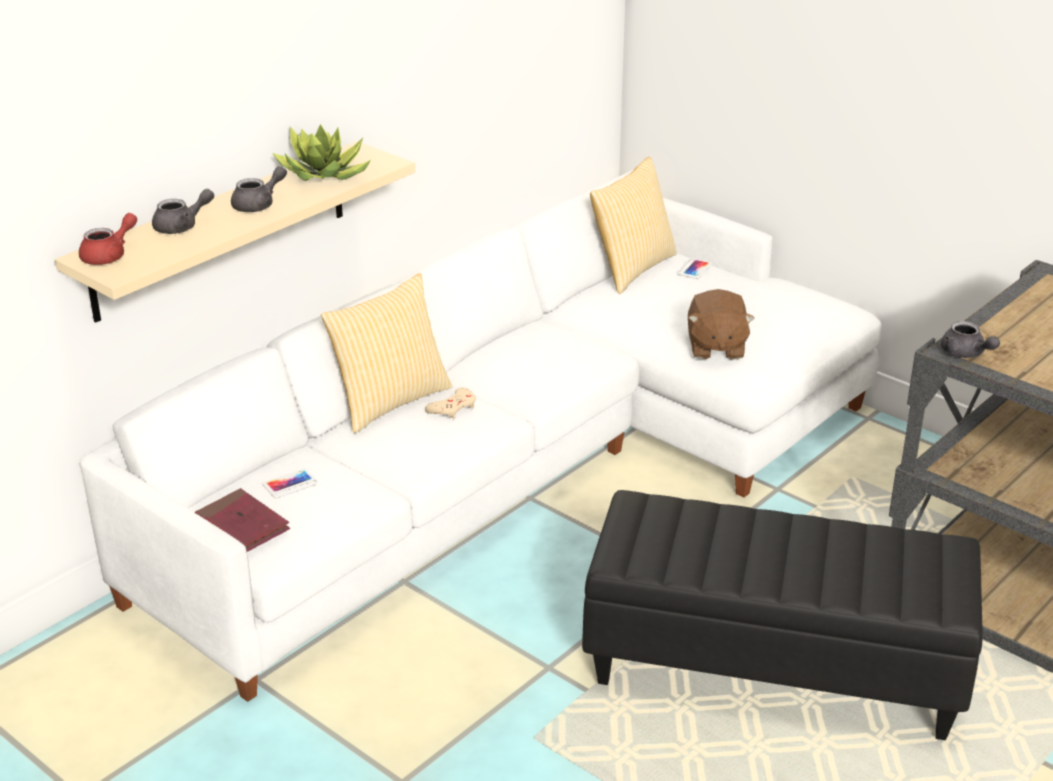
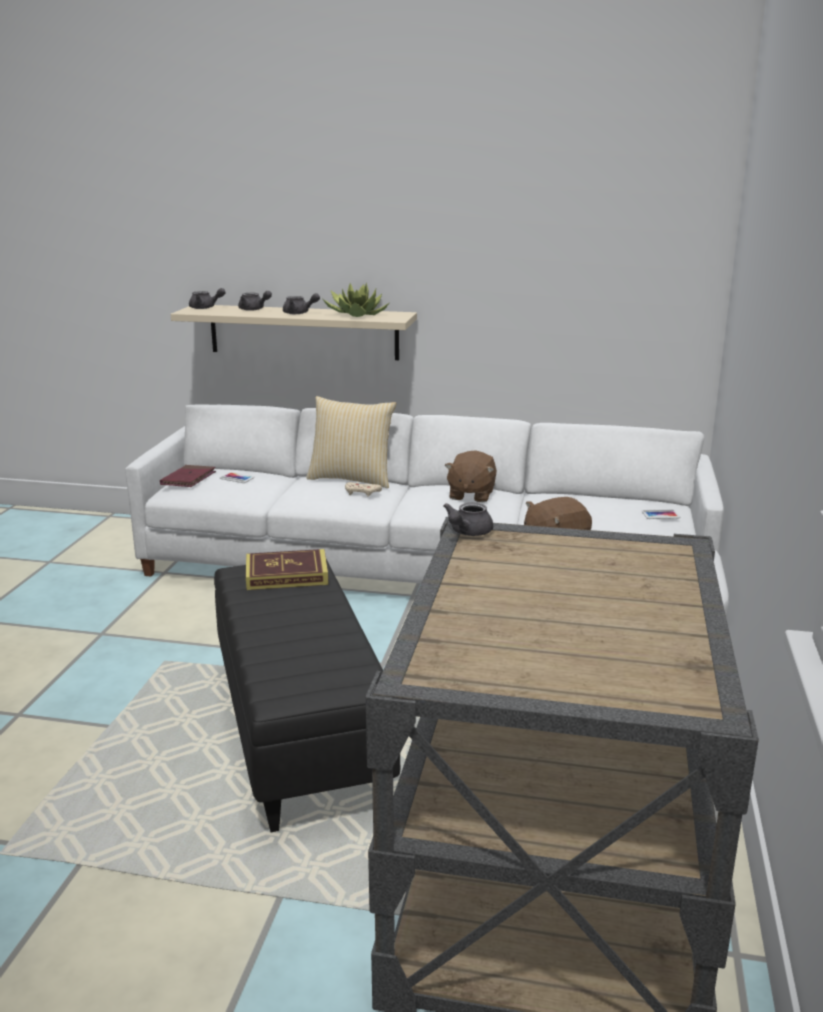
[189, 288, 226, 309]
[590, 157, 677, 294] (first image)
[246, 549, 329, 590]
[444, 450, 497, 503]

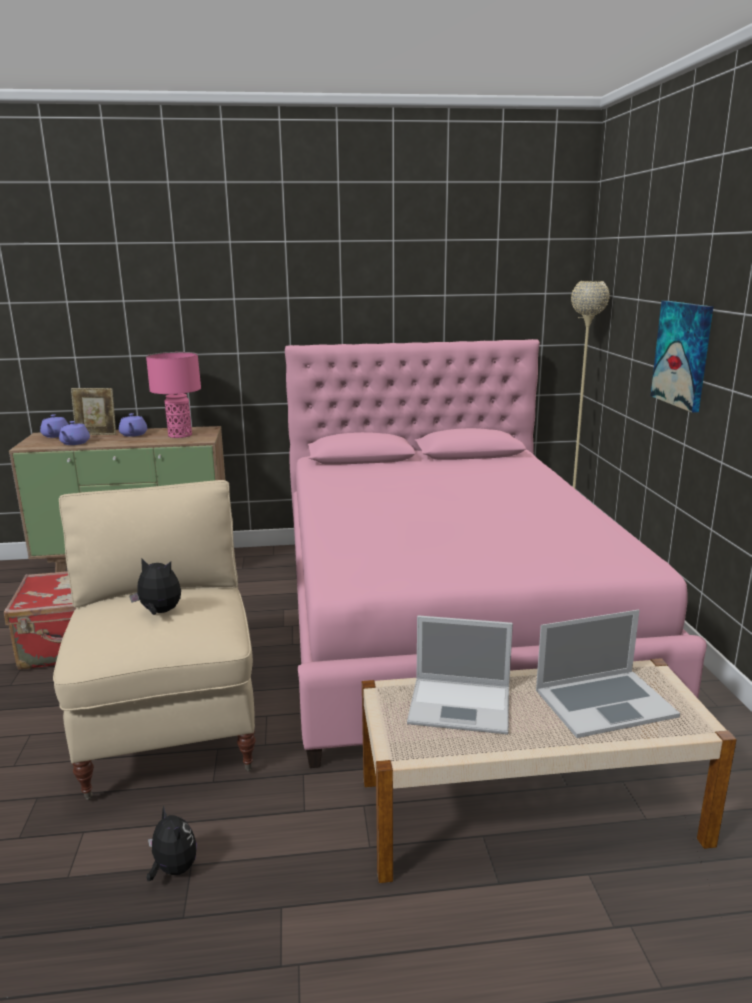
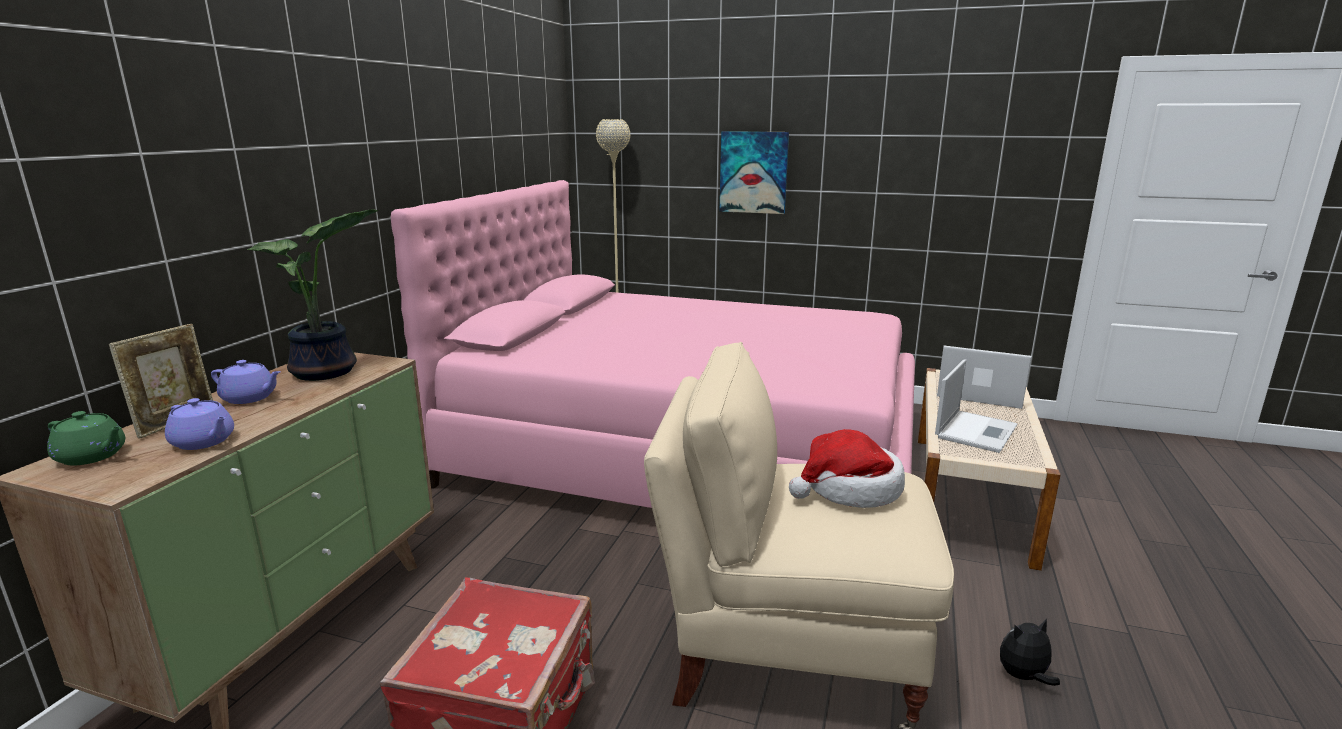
[47, 411, 125, 466]
[789, 429, 905, 508]
[247, 209, 379, 381]
[937, 346, 1031, 409]

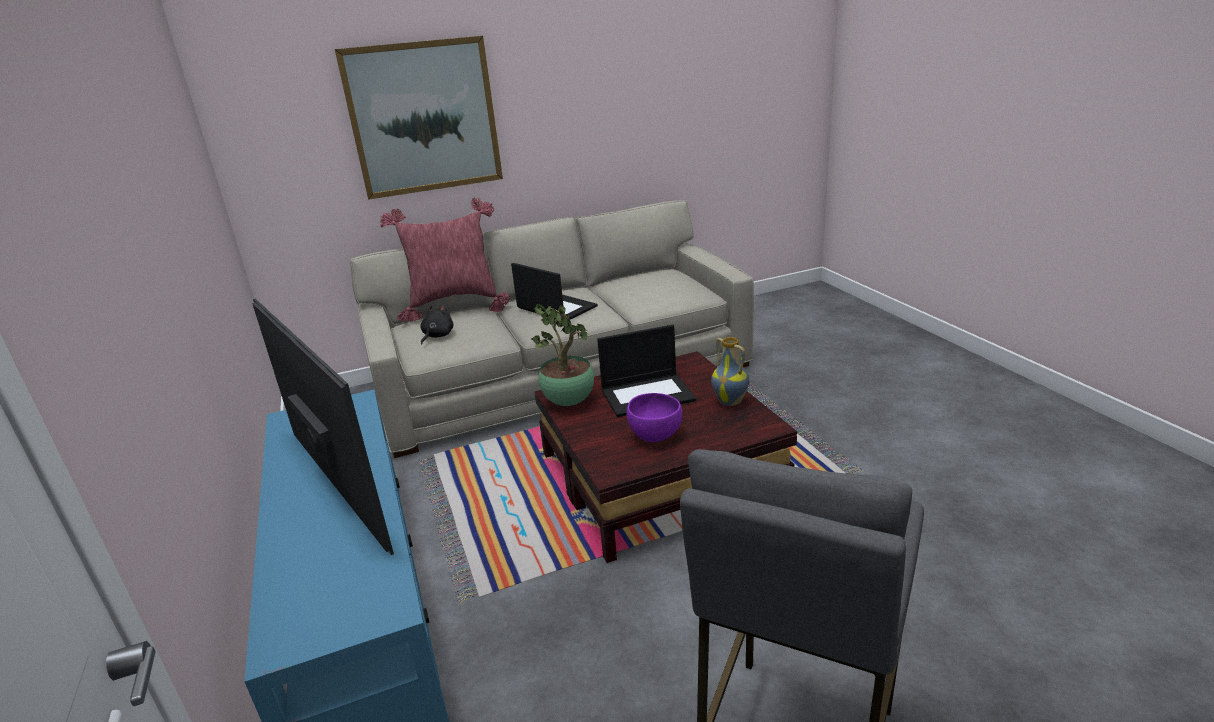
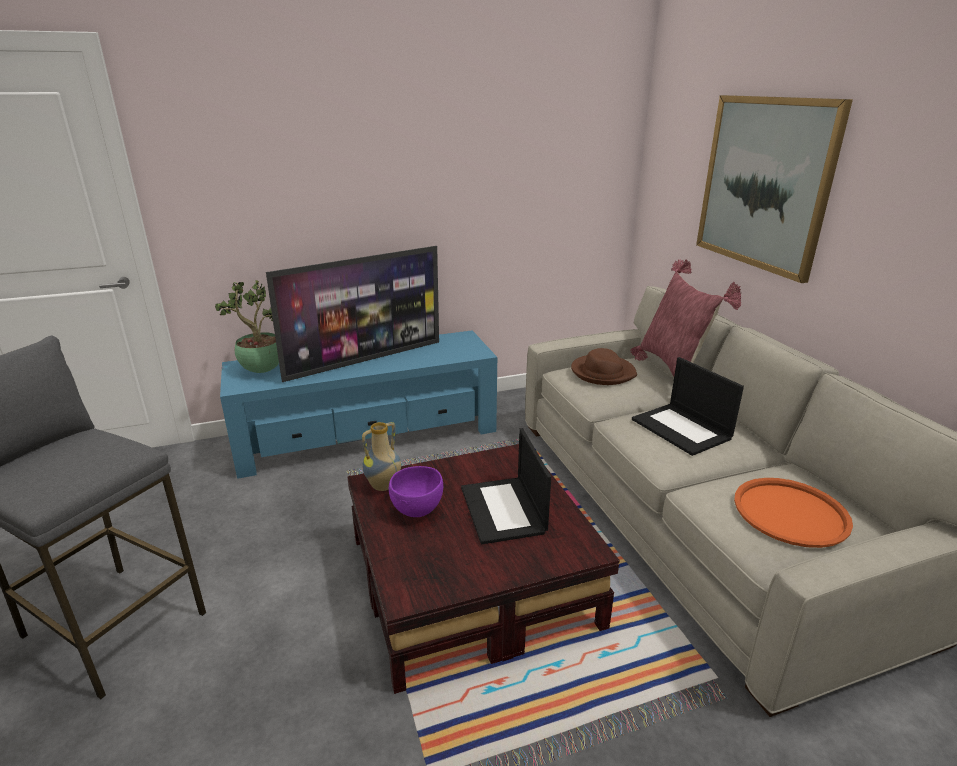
[571, 348, 637, 385]
[632, 357, 744, 456]
[215, 280, 279, 373]
[362, 422, 401, 491]
[734, 478, 853, 548]

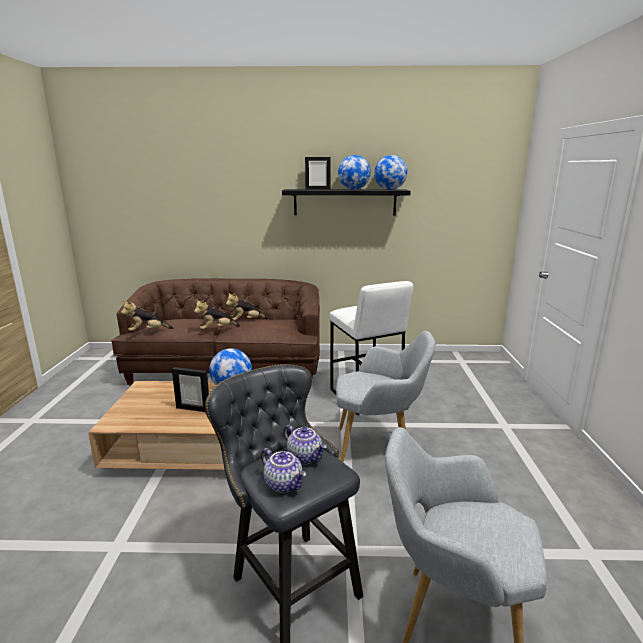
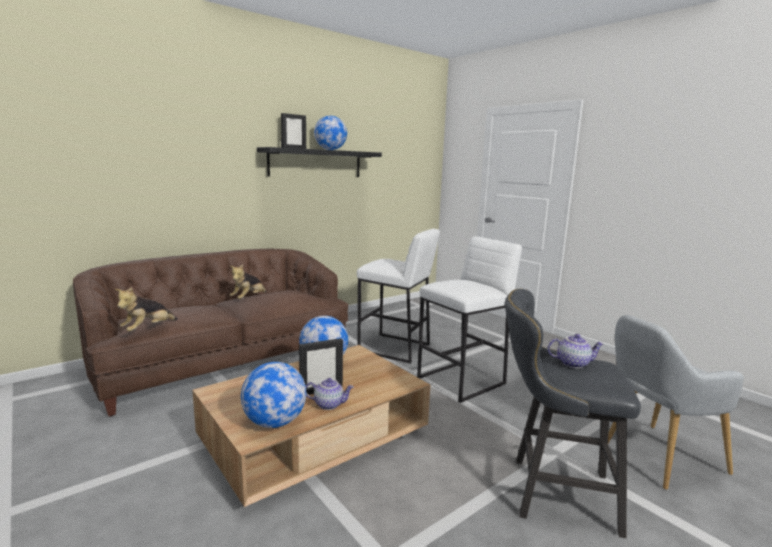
[194, 300, 240, 329] (first image)
[306, 378, 354, 410]
[417, 236, 522, 403]
[241, 362, 306, 428]

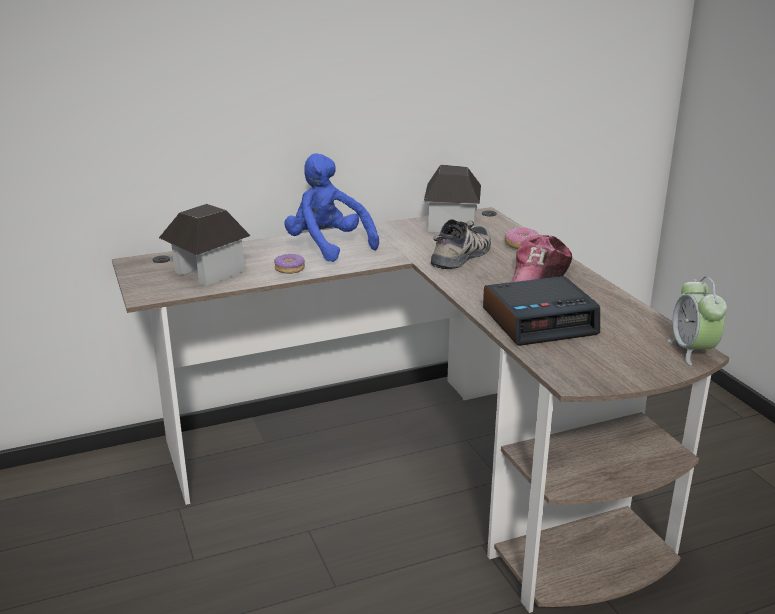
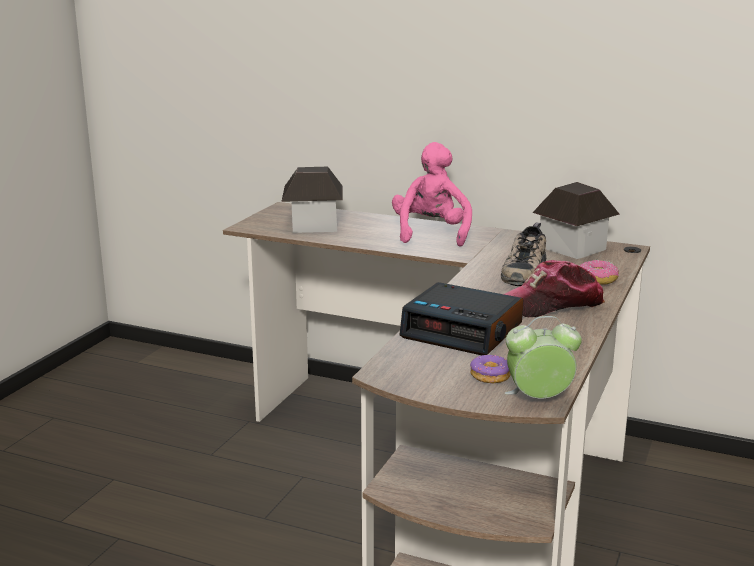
[470, 355, 511, 383]
[392, 142, 472, 247]
[501, 223, 546, 286]
[505, 316, 582, 399]

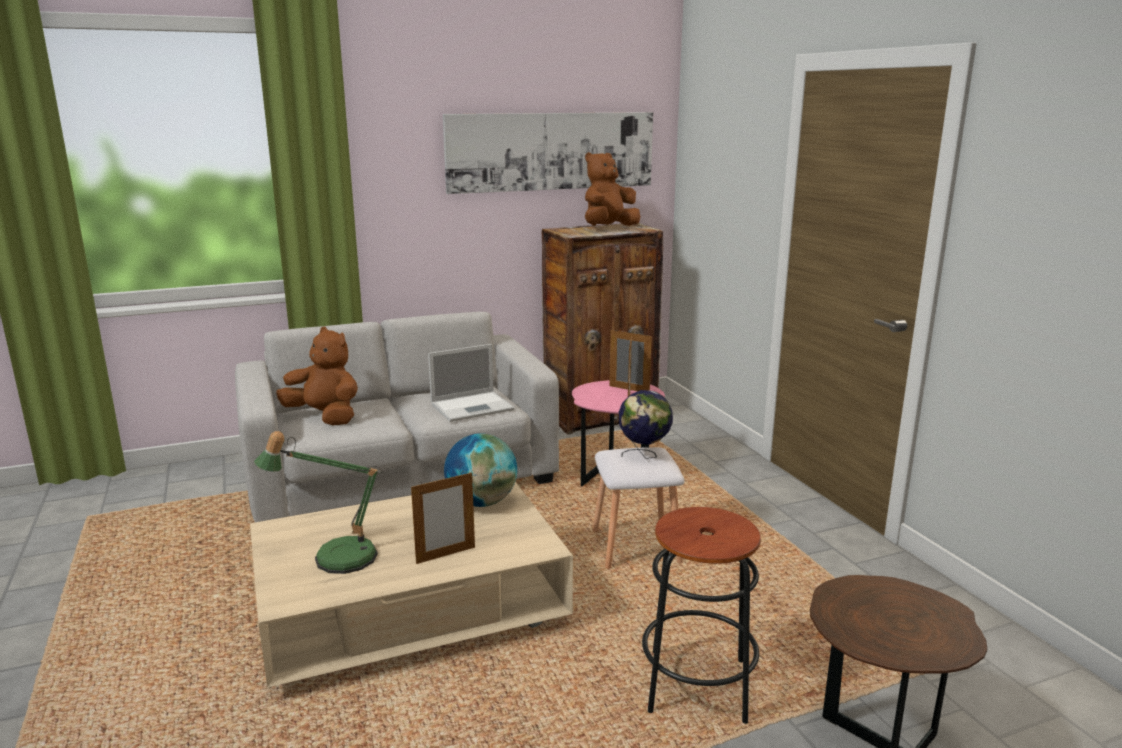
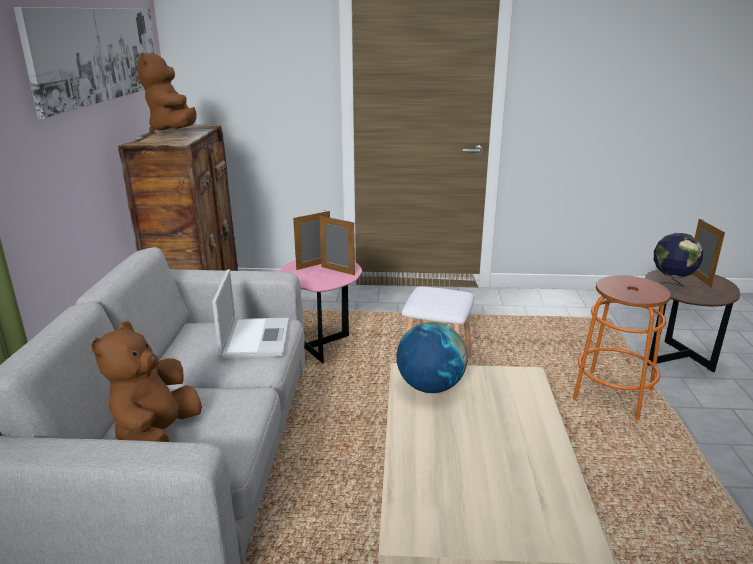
[254, 431, 382, 574] (first image)
[92, 321, 202, 442]
[692, 219, 725, 287]
[654, 233, 703, 295]
[573, 275, 671, 420]

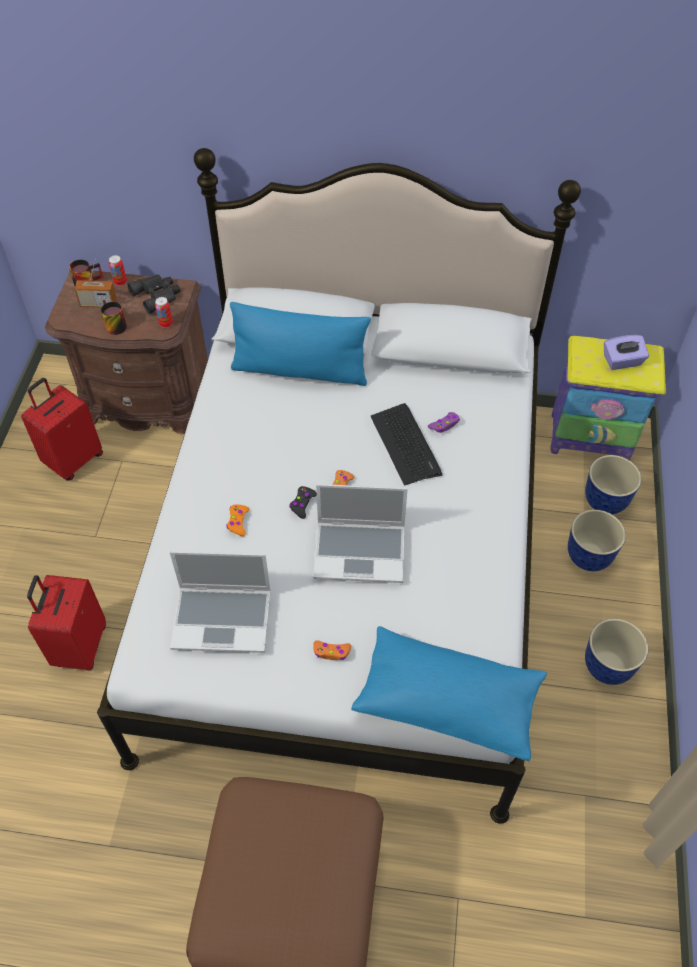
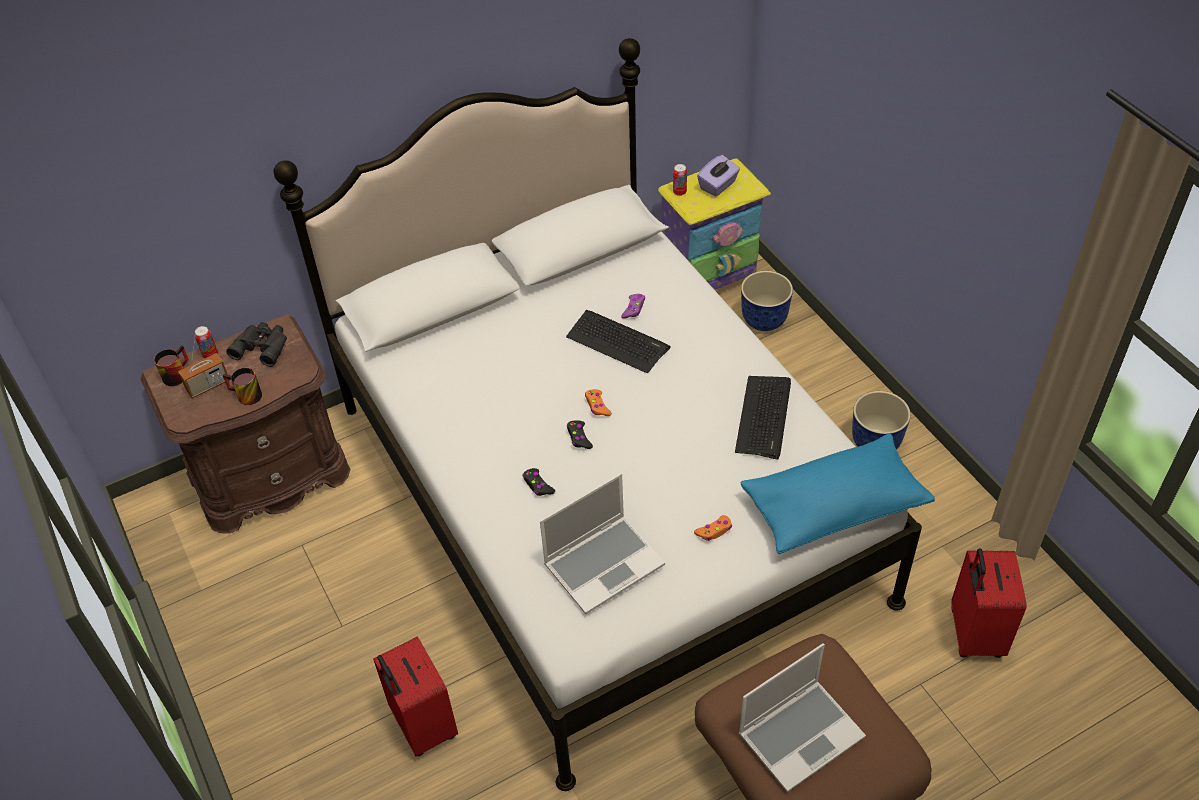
[951, 548, 1027, 658]
[673, 164, 687, 196]
[523, 468, 555, 496]
[230, 302, 371, 386] (first image)
[739, 644, 866, 792]
[568, 510, 626, 571] (first image)
[735, 376, 791, 460]

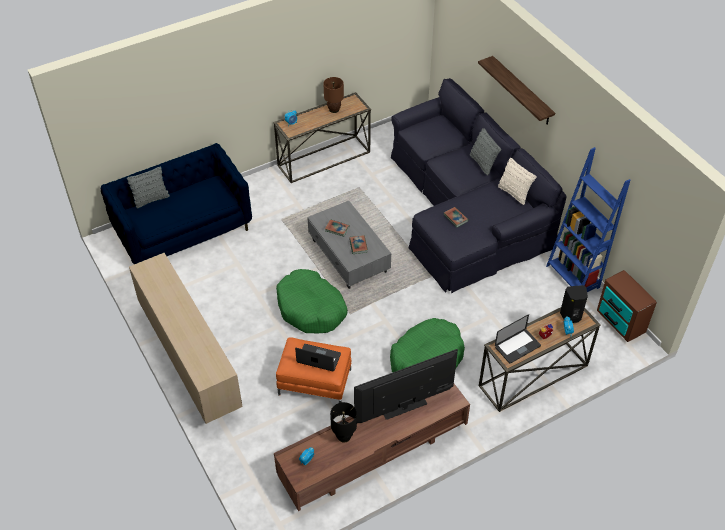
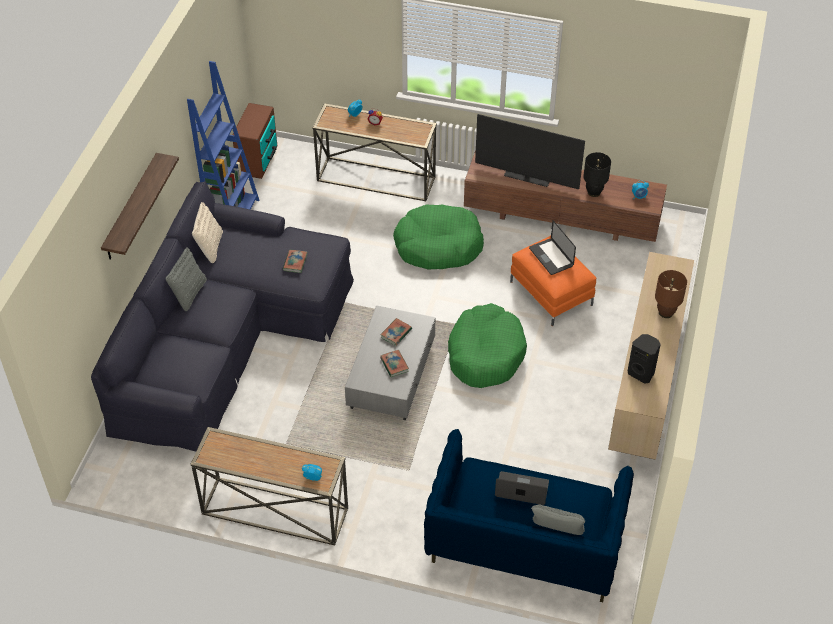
[655, 270, 687, 318]
[495, 471, 549, 505]
[628, 334, 661, 384]

